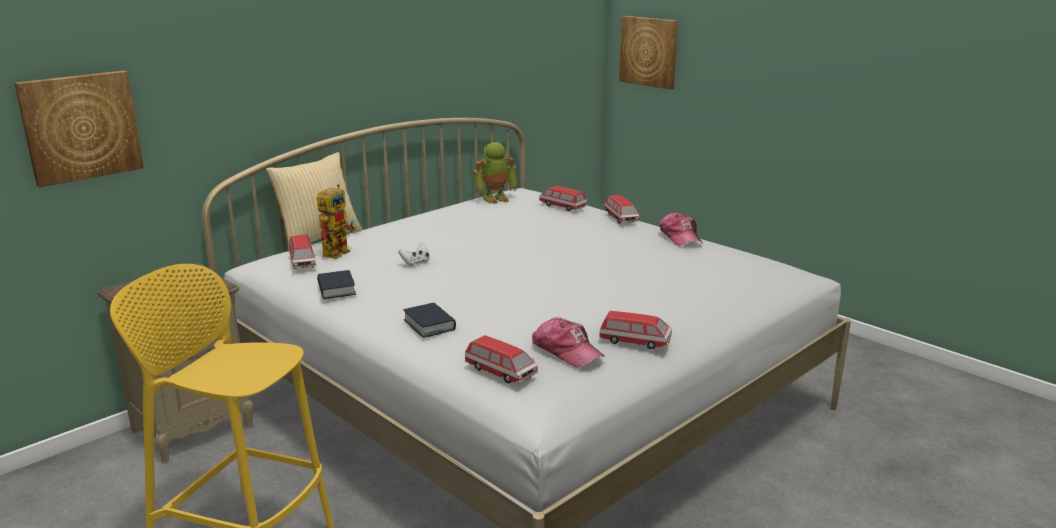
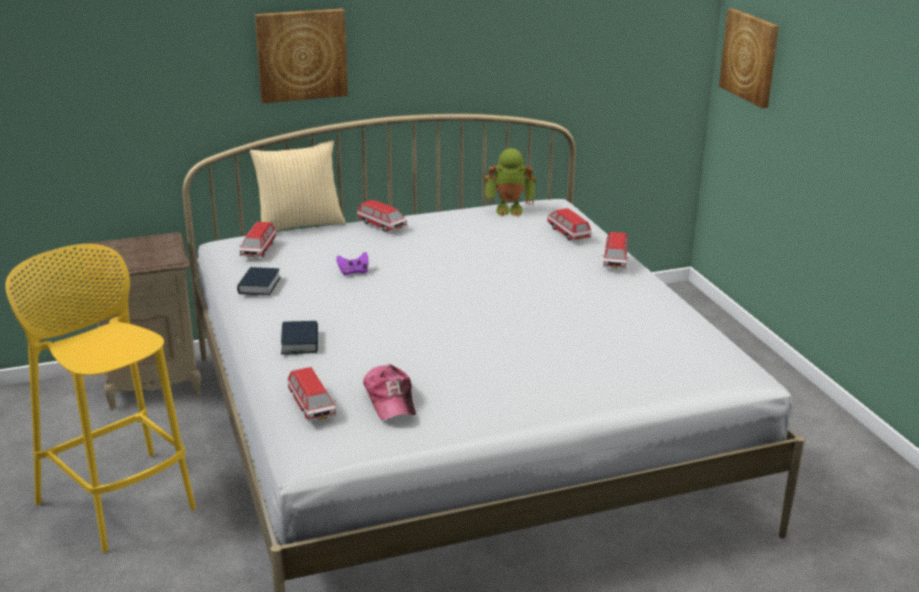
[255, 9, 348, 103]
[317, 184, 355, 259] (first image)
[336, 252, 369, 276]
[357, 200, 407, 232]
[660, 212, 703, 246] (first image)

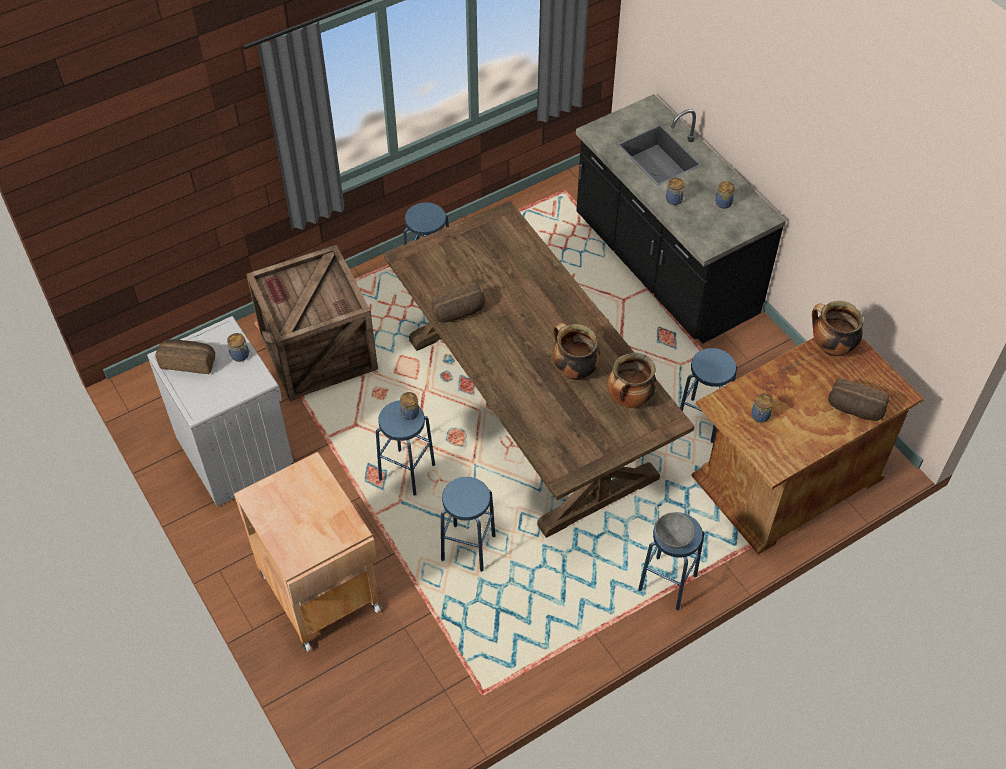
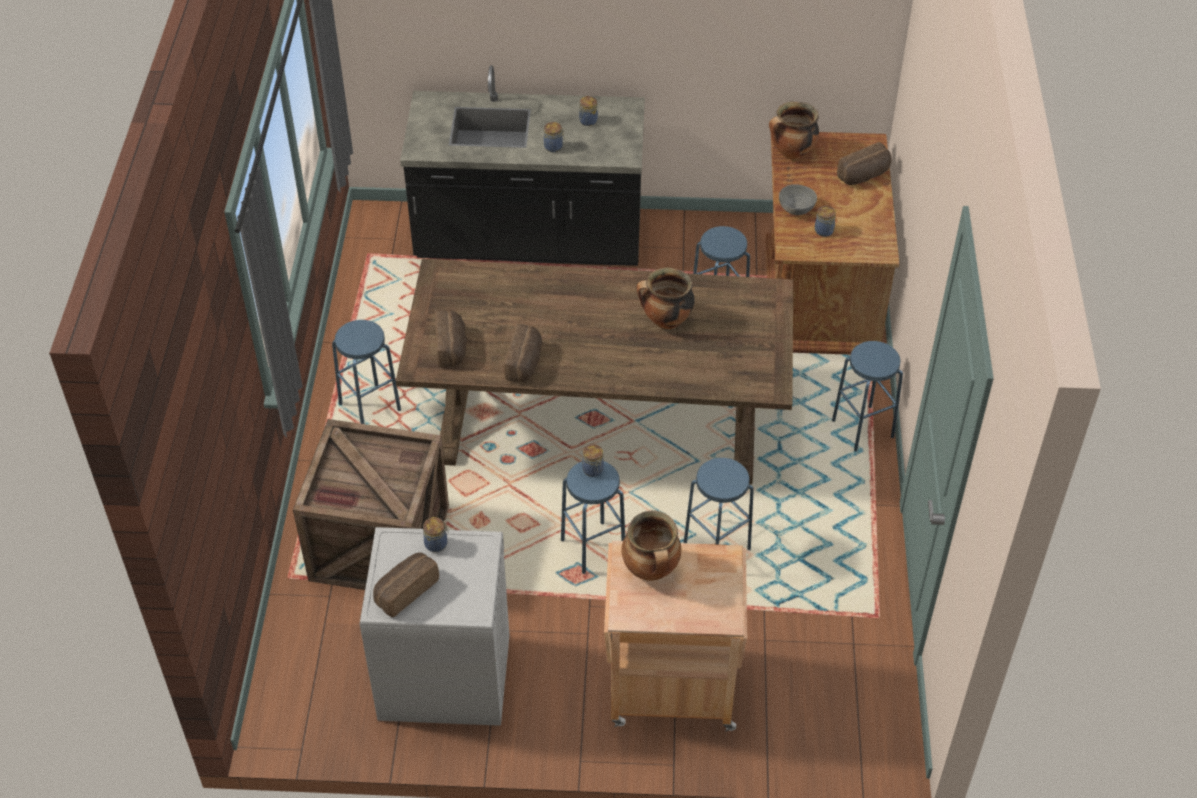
[621, 510, 681, 581]
[779, 184, 817, 215]
[435, 310, 467, 368]

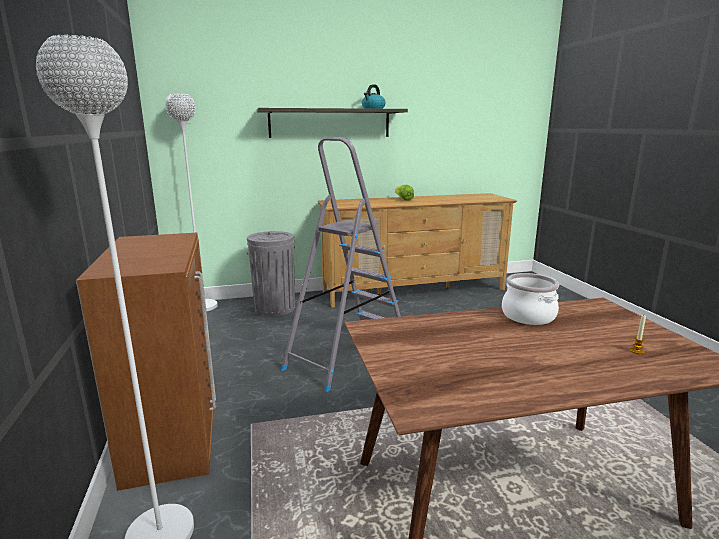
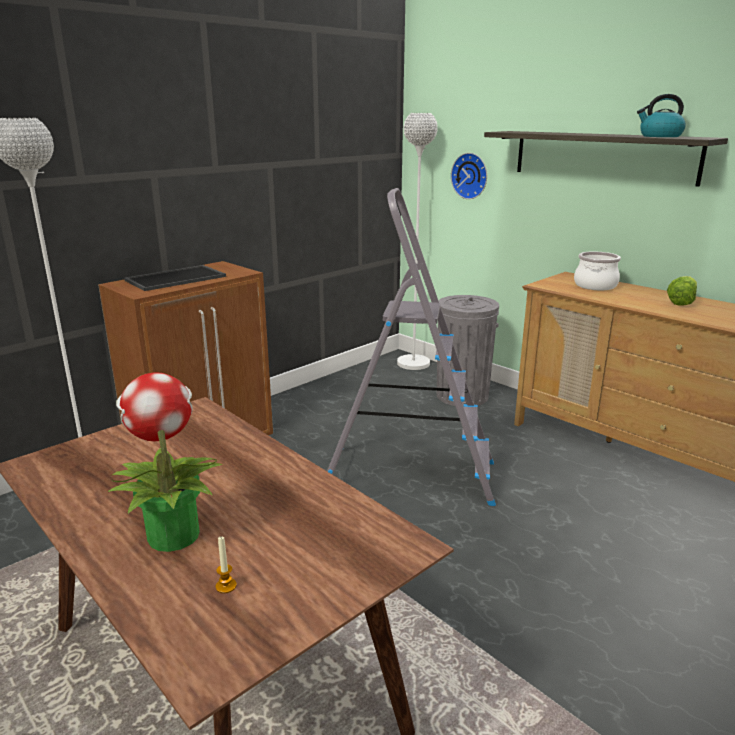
[574, 252, 621, 290]
[108, 372, 223, 552]
[124, 265, 226, 291]
[451, 153, 487, 199]

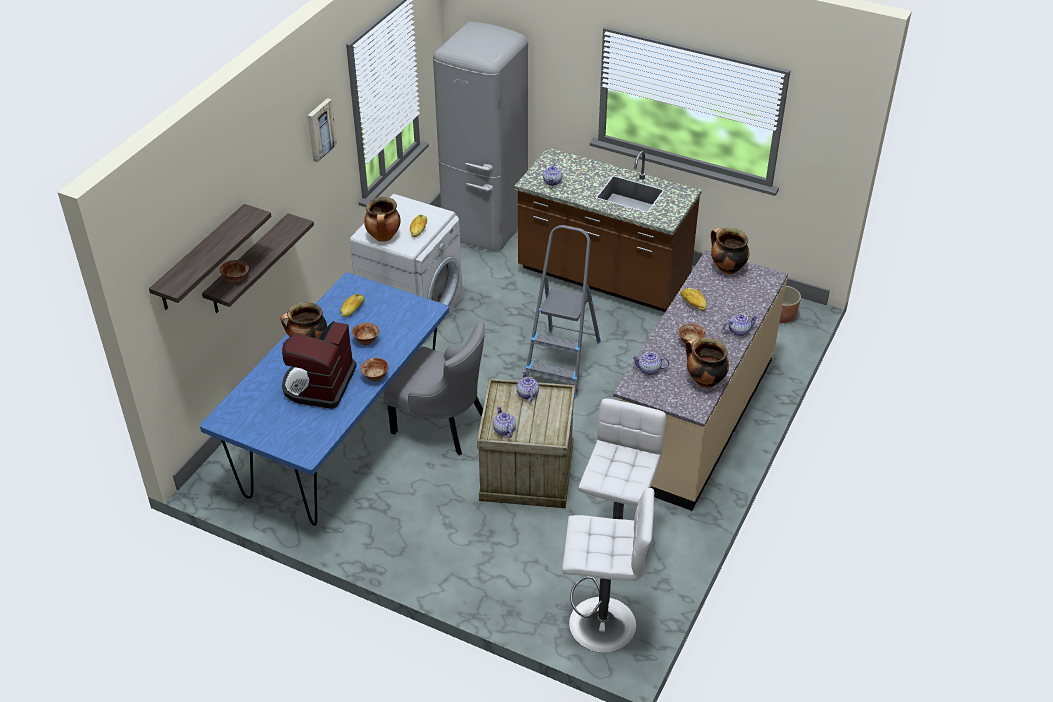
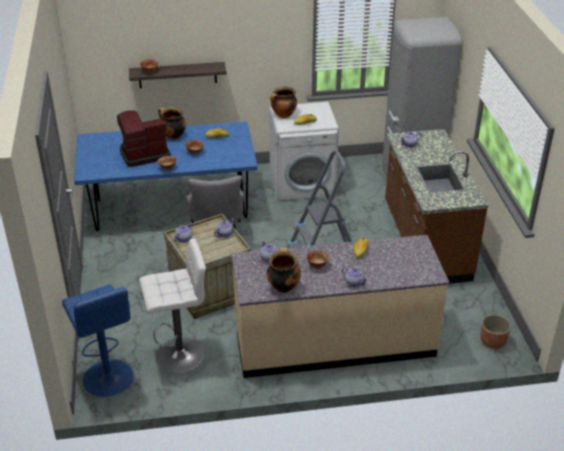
[149, 204, 272, 310] (first image)
[307, 98, 337, 162] (first image)
[62, 284, 134, 397]
[711, 228, 749, 274] (first image)

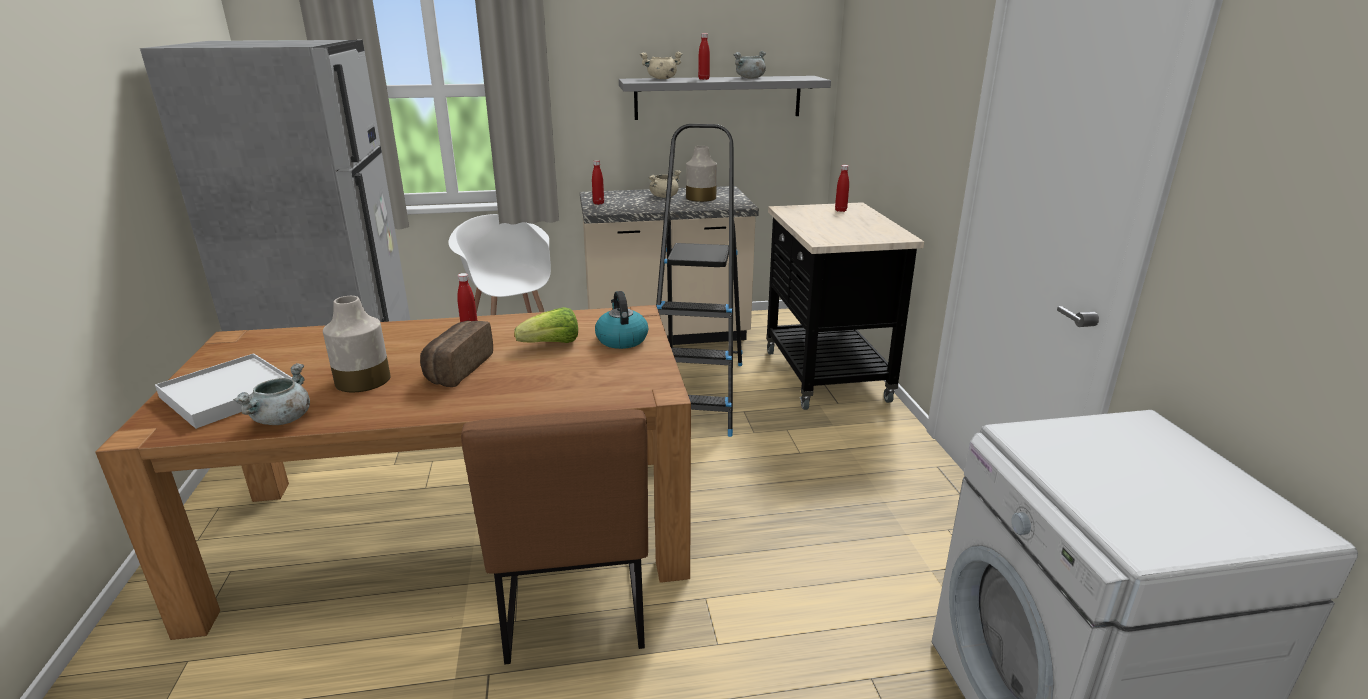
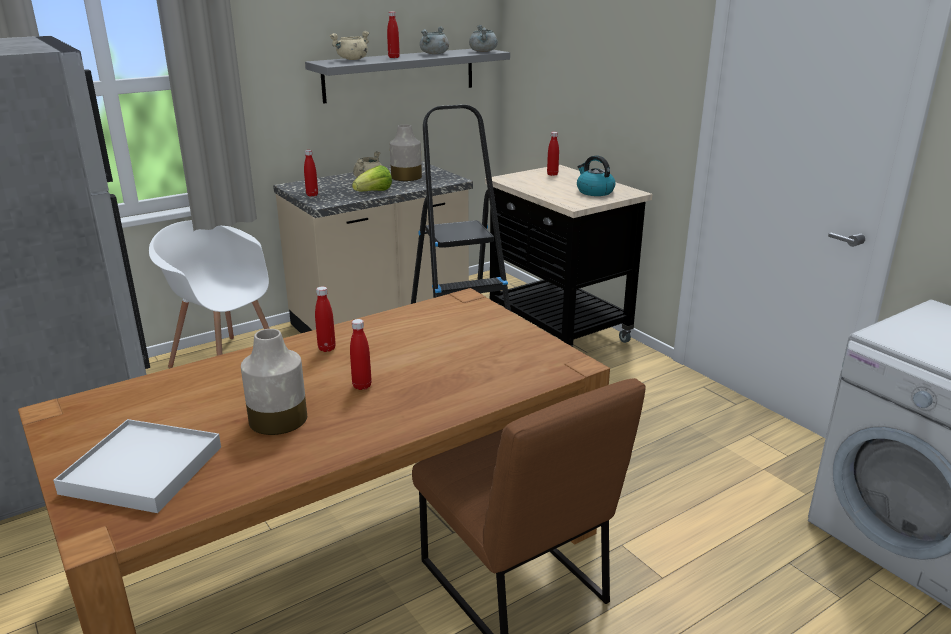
[469, 24, 498, 52]
[350, 319, 372, 390]
[352, 165, 392, 191]
[577, 155, 616, 196]

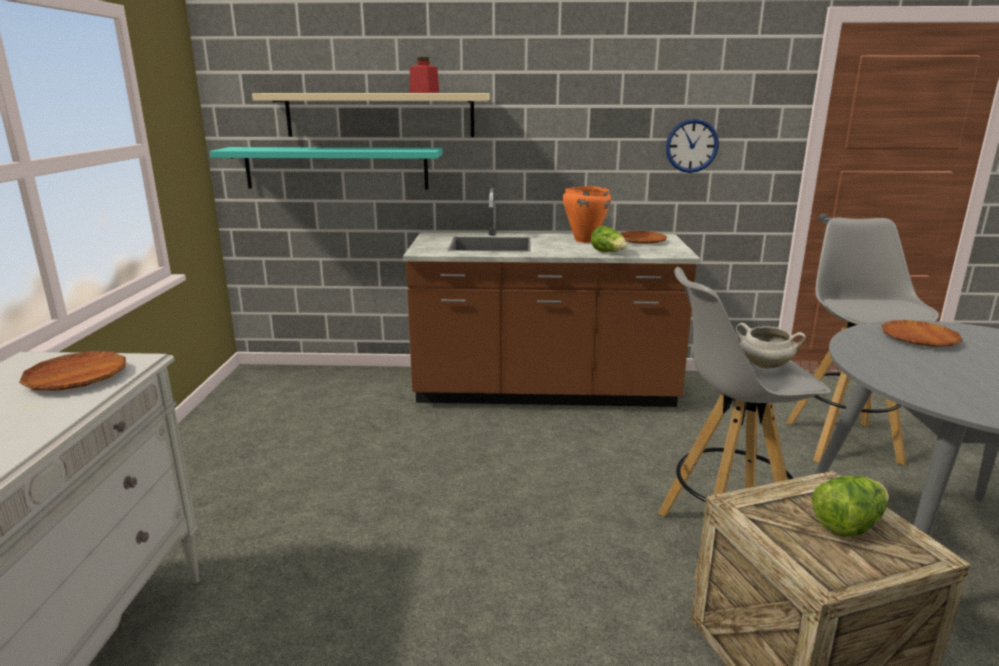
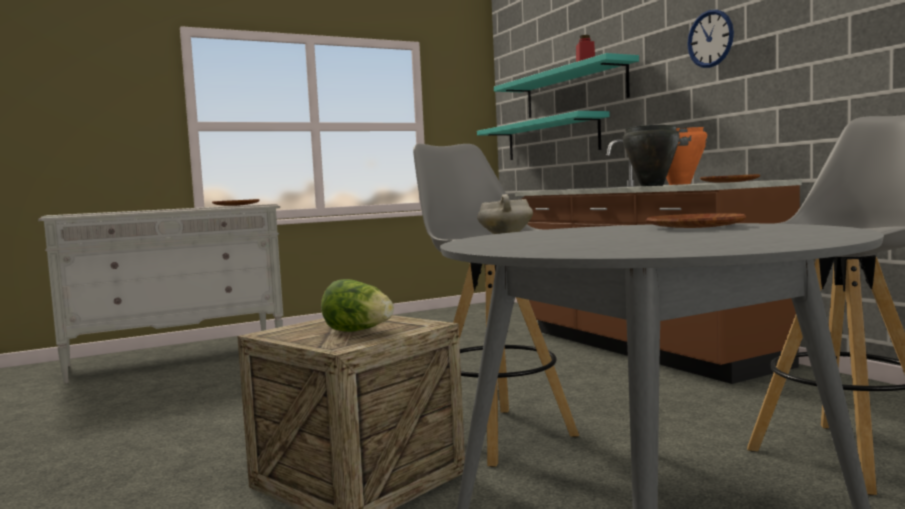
[494, 53, 639, 118]
[623, 125, 680, 187]
[687, 9, 734, 68]

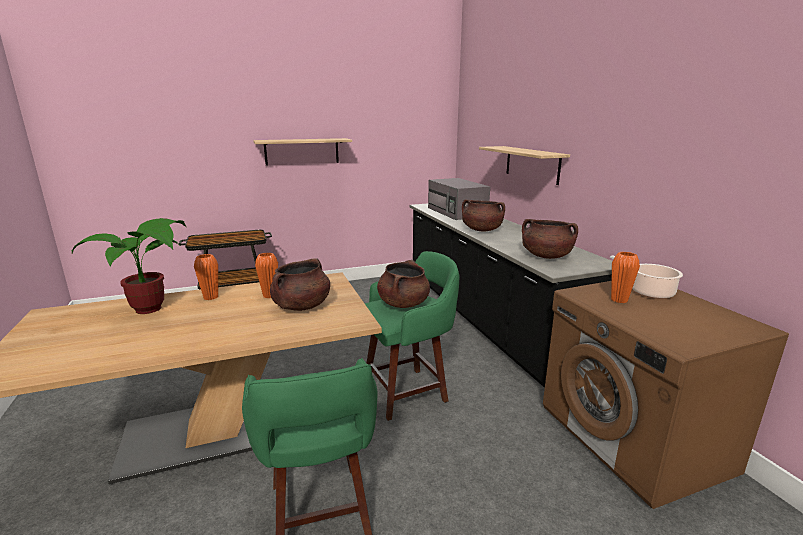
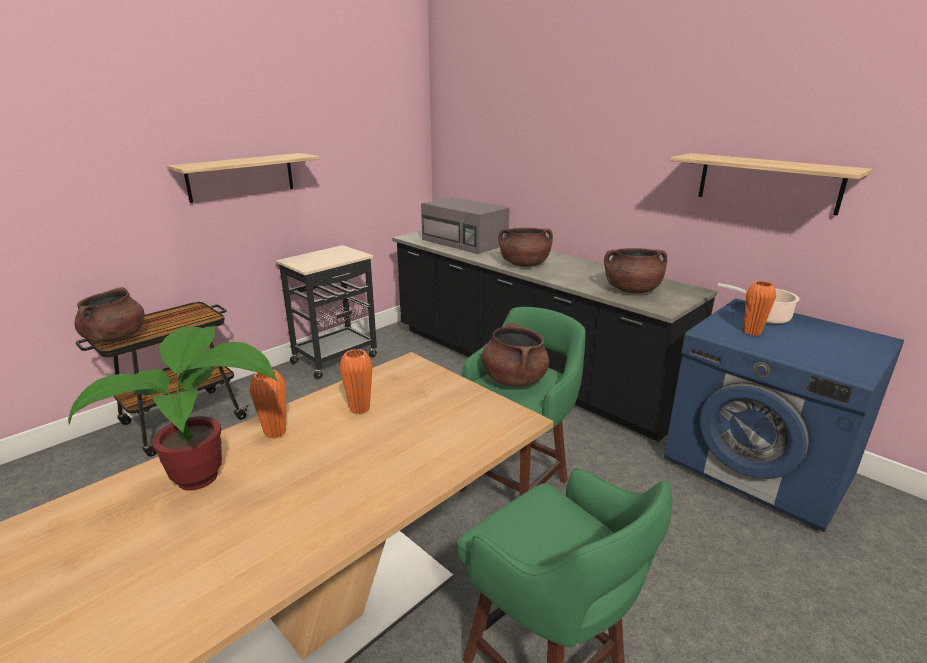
[75, 287, 145, 342]
[670, 153, 873, 216]
[664, 298, 904, 532]
[276, 245, 377, 379]

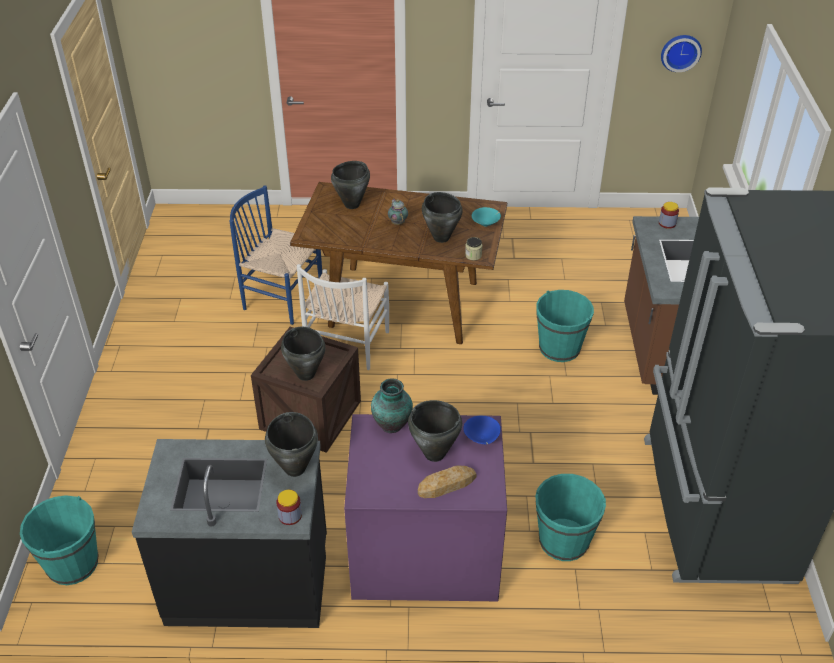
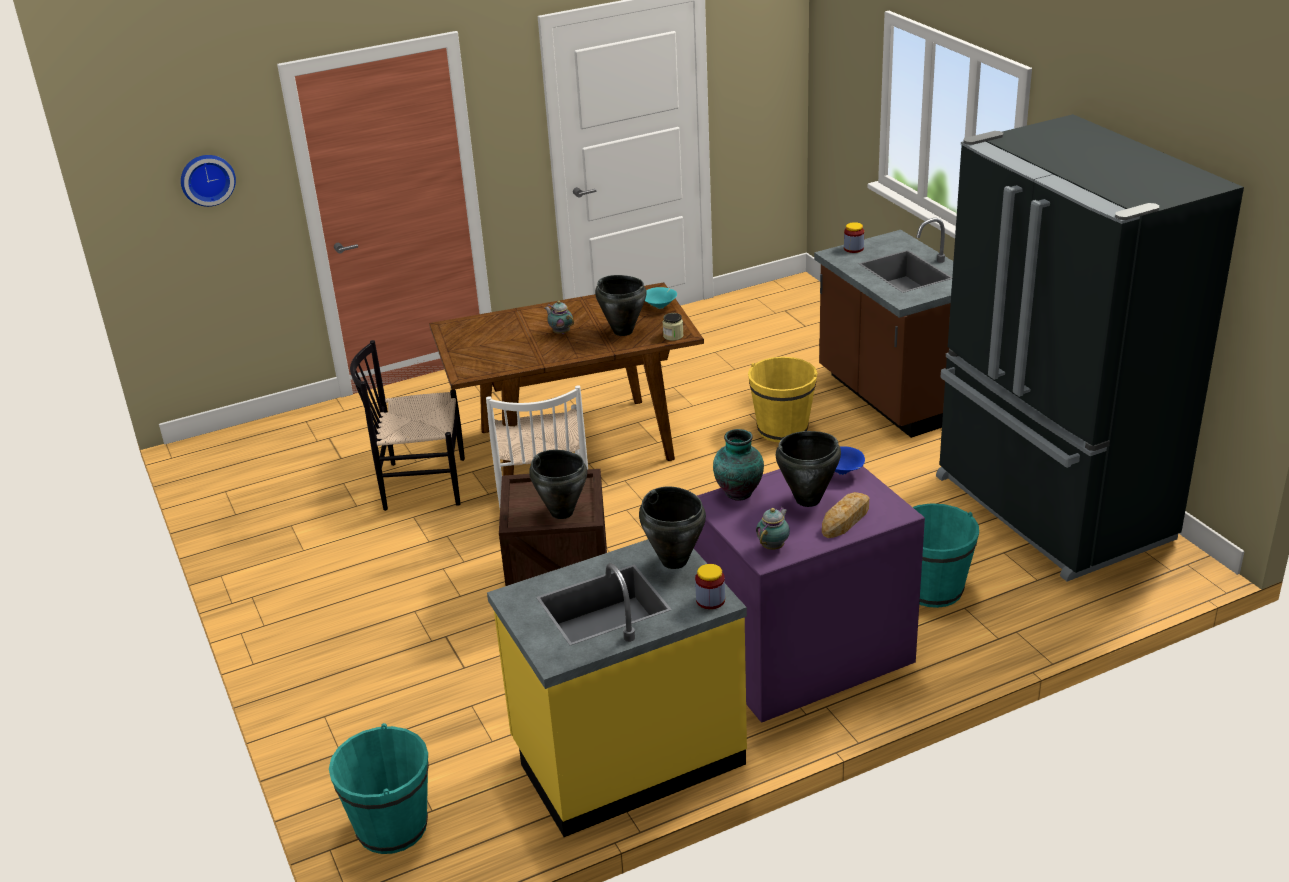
[487, 539, 747, 837]
[350, 340, 465, 511]
[331, 161, 370, 209] (first image)
[748, 357, 817, 442]
[181, 155, 236, 207]
[756, 507, 790, 550]

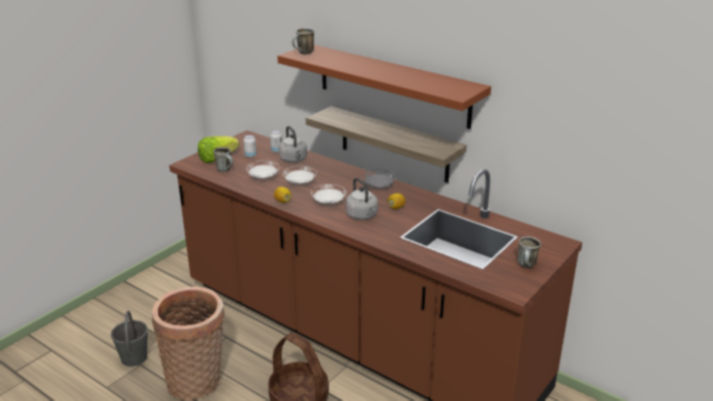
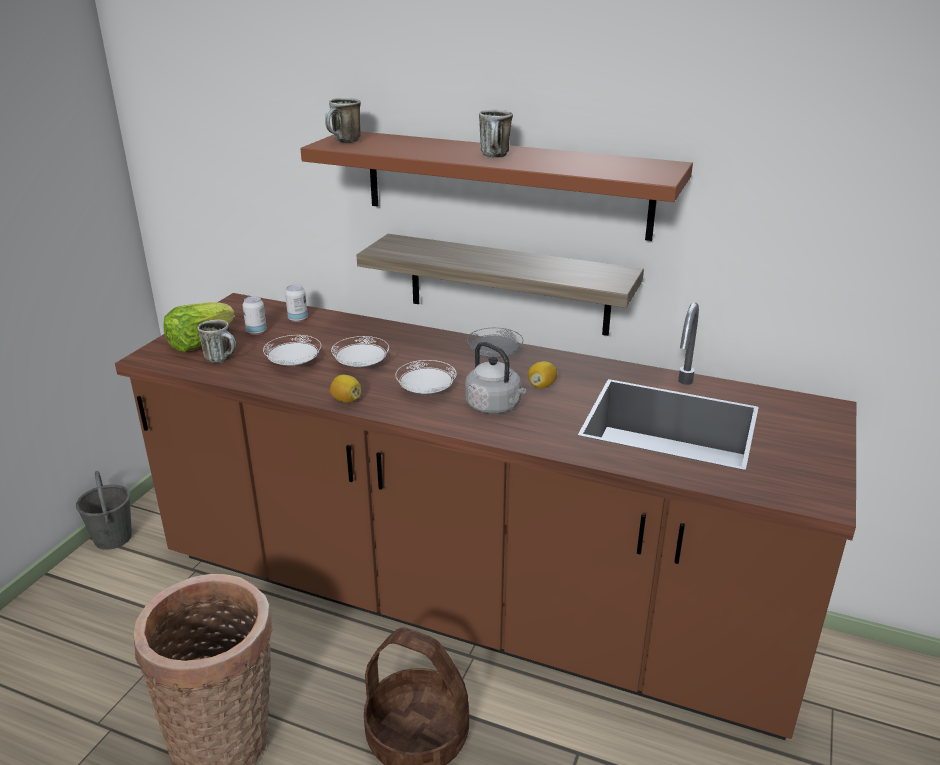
[76, 471, 132, 550]
[279, 126, 307, 163] (first image)
[479, 110, 513, 158]

